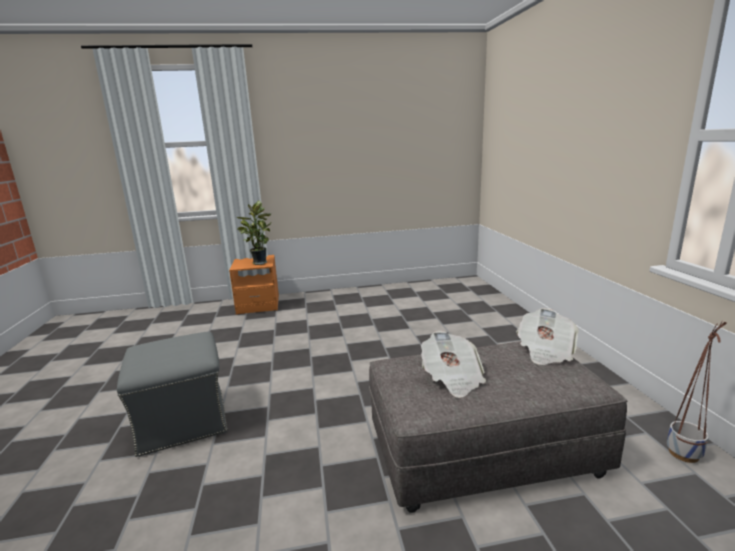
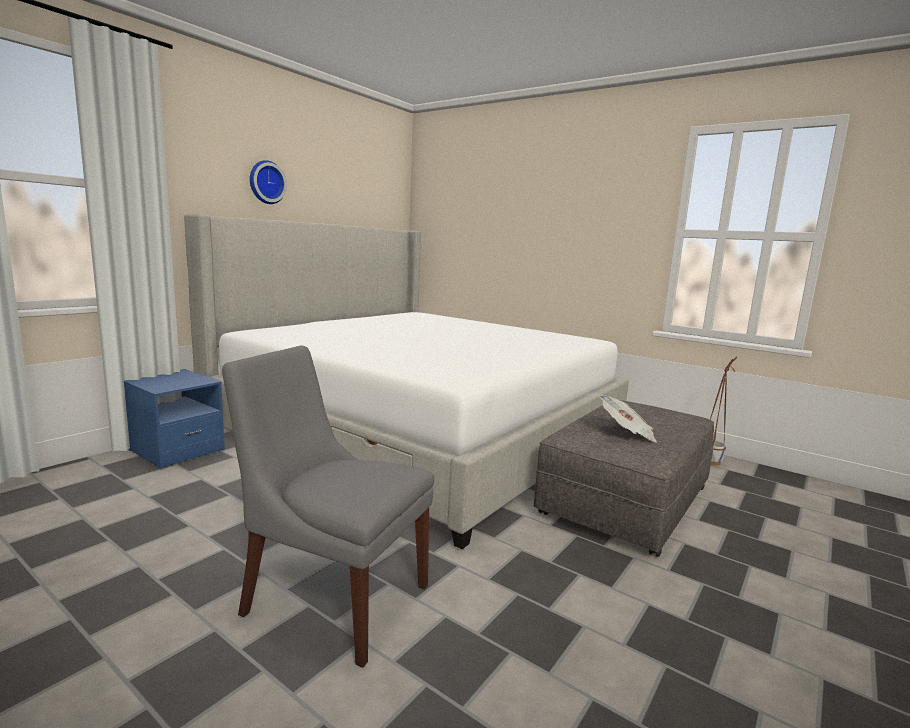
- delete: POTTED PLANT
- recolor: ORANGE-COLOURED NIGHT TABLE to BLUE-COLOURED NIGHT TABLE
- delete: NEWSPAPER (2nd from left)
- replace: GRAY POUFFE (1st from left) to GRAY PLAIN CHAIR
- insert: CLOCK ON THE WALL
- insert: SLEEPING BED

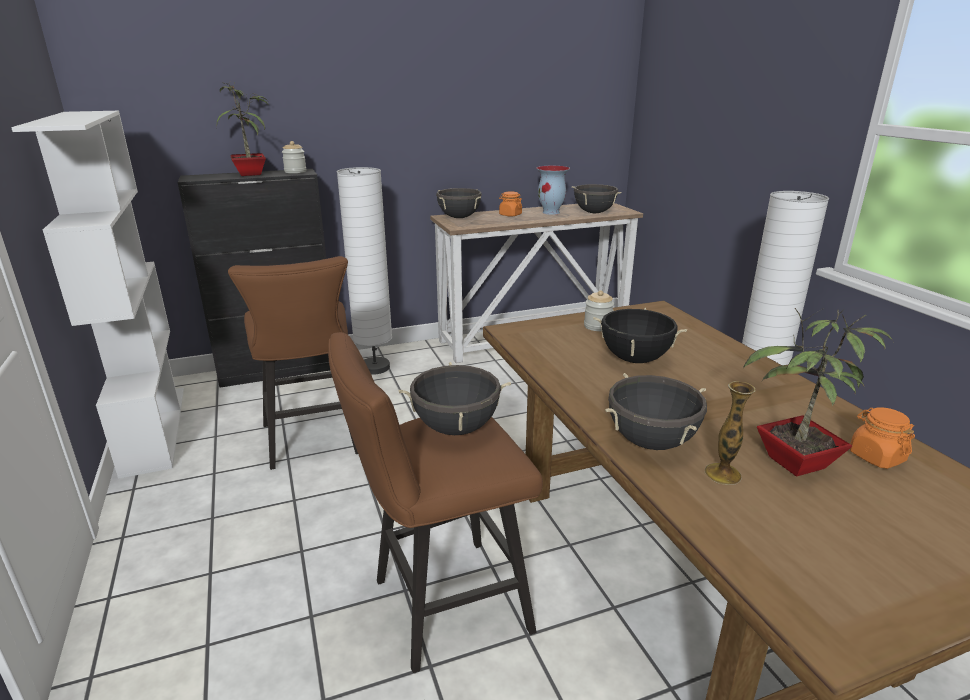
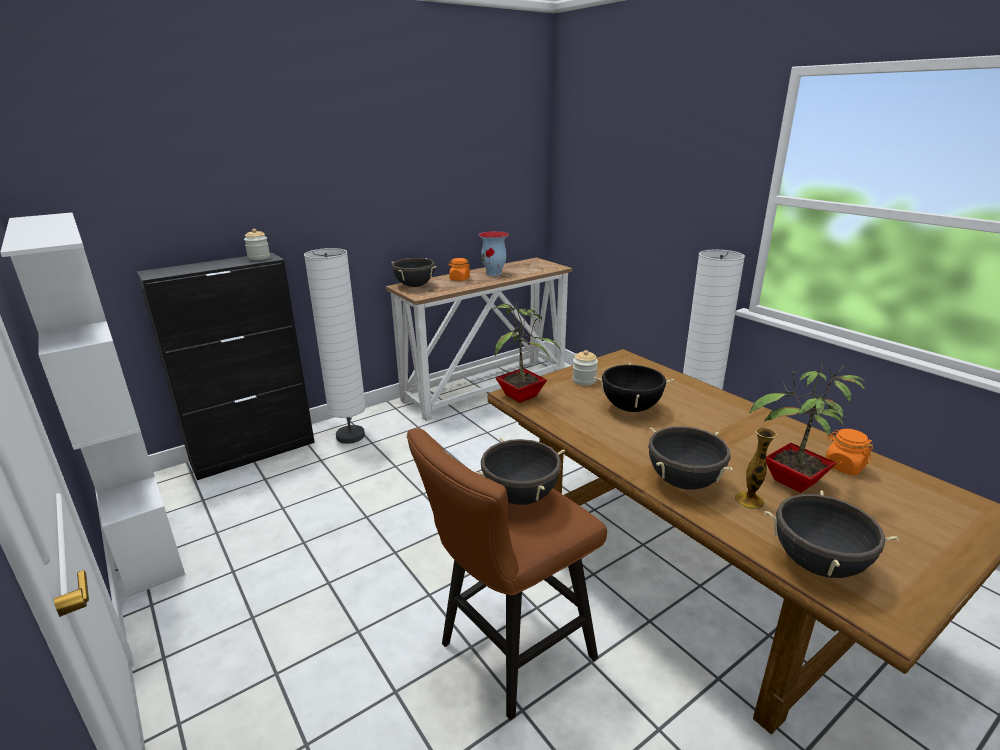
- move: POTTED PLANT (1st from left)
- move: BLACK-COLOURED COOKING POT (3rd from left in the first image) to BLACK-COLOURED COOKING POT (5th from left)
- delete: BROWN SITTING STOOL (1st from left)

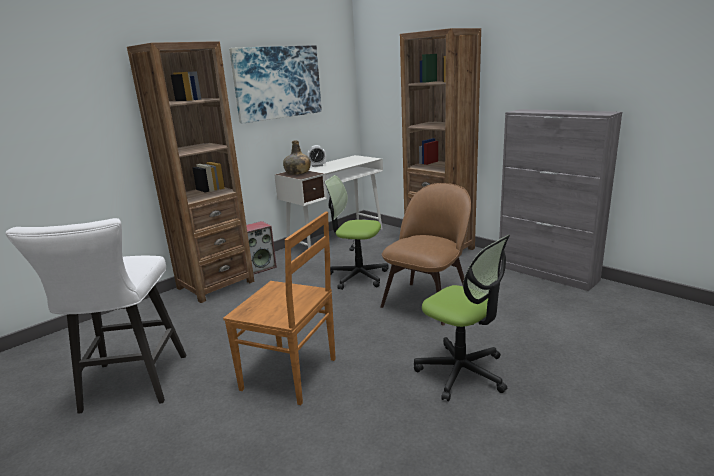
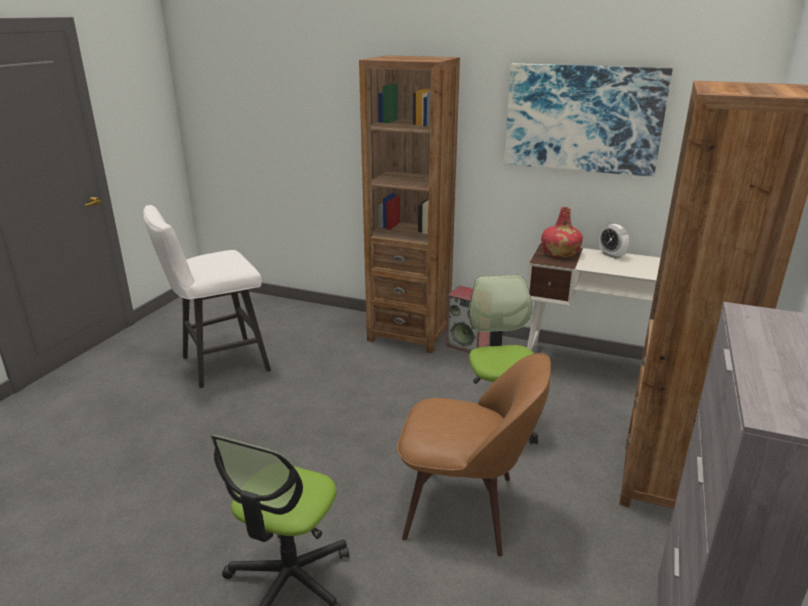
- recolor: GREEN BEVERAGE BOTTLE to RED-COLOURED BEVERAGE BOTTLE
- delete: BROWN PLAIN CHAIR (1st from left)

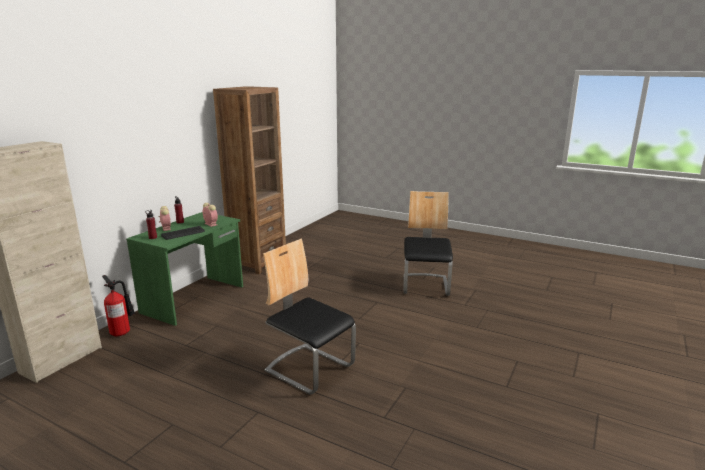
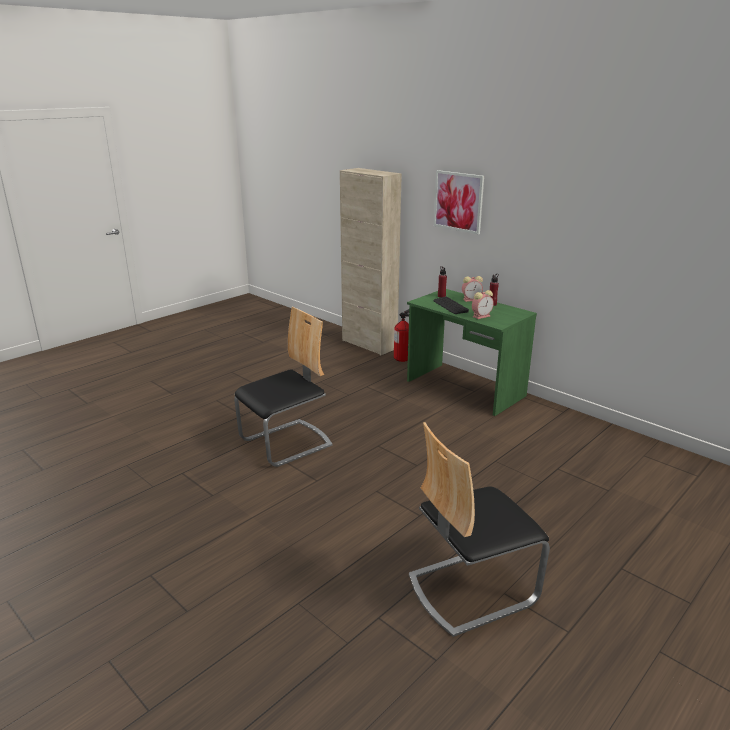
- delete: BROWN BOOKCASE
- rotate: PLAIN CHAIR (2nd from left) 135 degrees clockwise
- insert: WALL ART

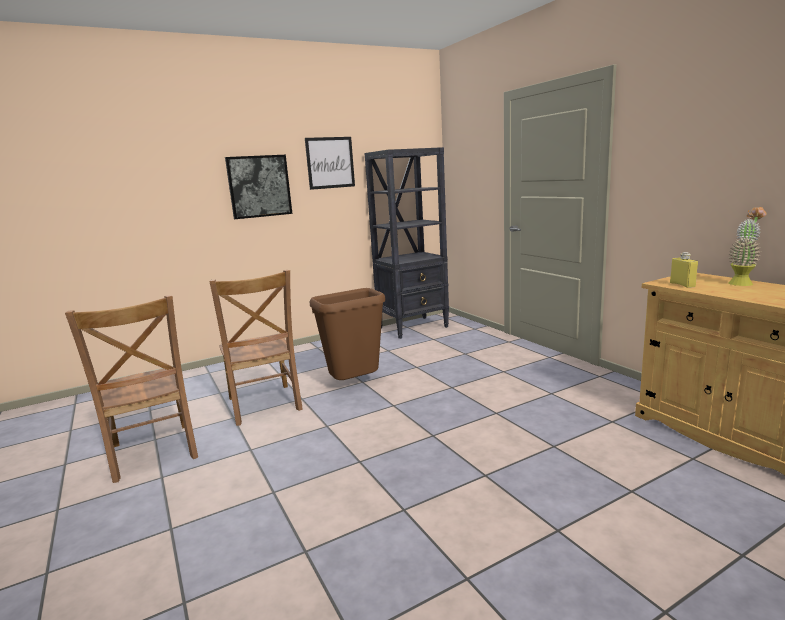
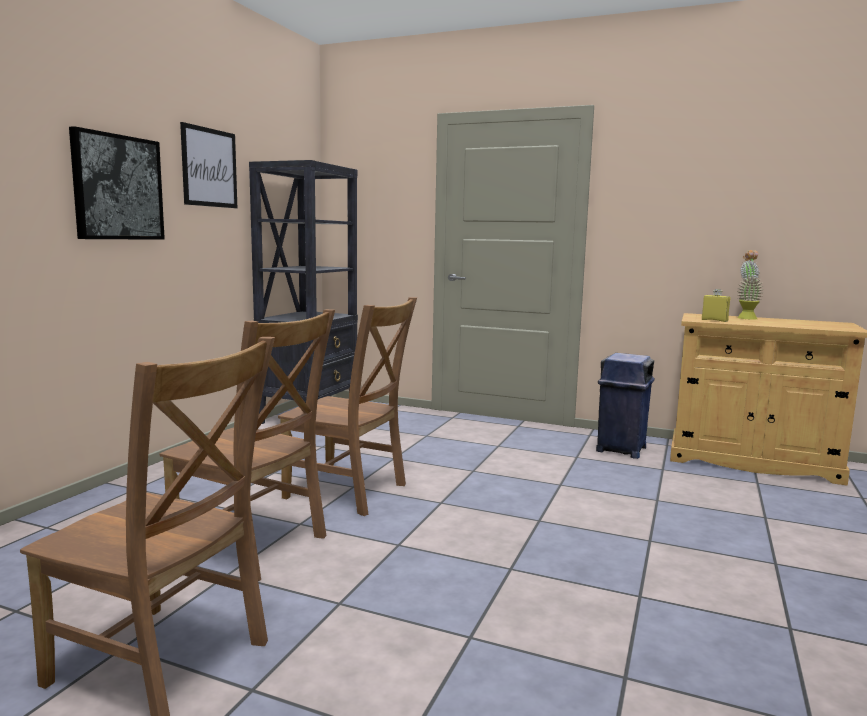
- replace: BROWN WASTE BIN to BROWN PLAIN CHAIR (3rd from left)
- insert: BLUE-COLOURED WASTE BIN

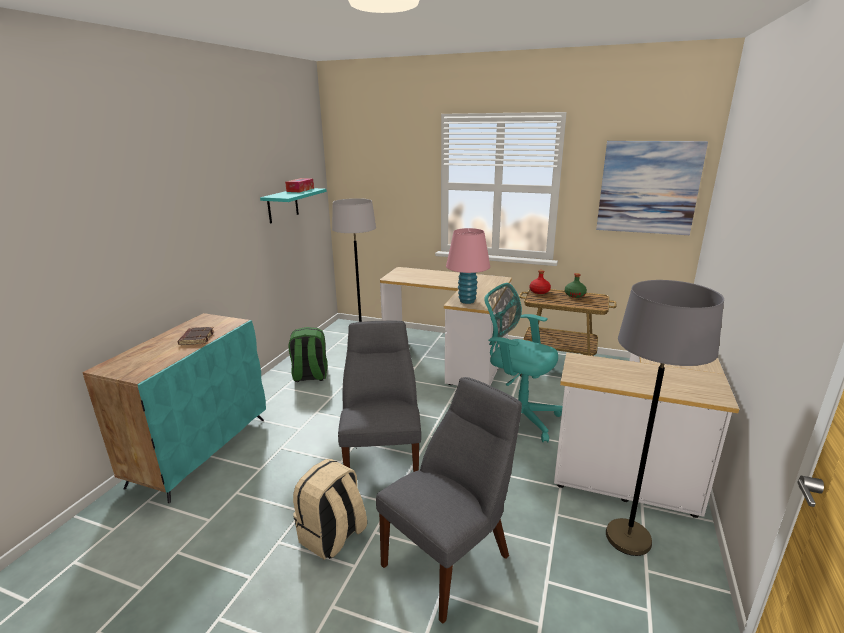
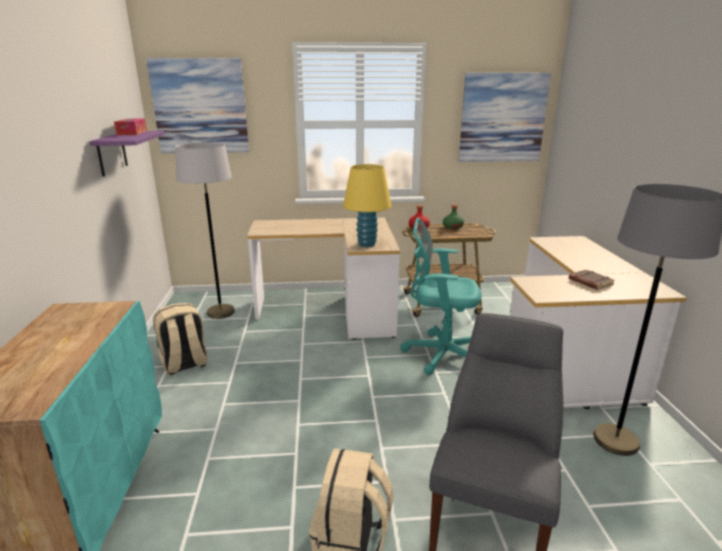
- recolor: TURQUOISE BRACKET SHELF to PURPLE BRACKET SHELF
- recolor: PINKISH TABLE LAMP to YELLOW-COLOURED TABLE LAMP
- delete: GRAY PLAIN CHAIR (1st from left)
- move: BROWN BOUND BOOK
- recolor: GREEN RUCKSACK to BEIGE RUCKSACK (1st from left)
- insert: WALL ART (1st from left)

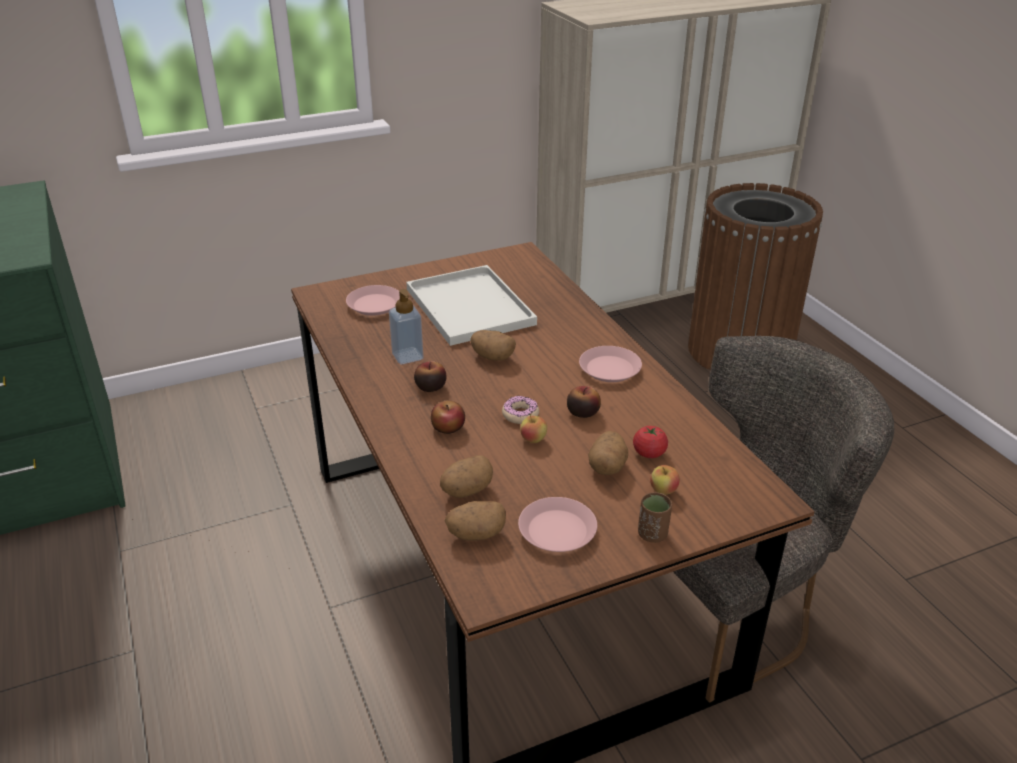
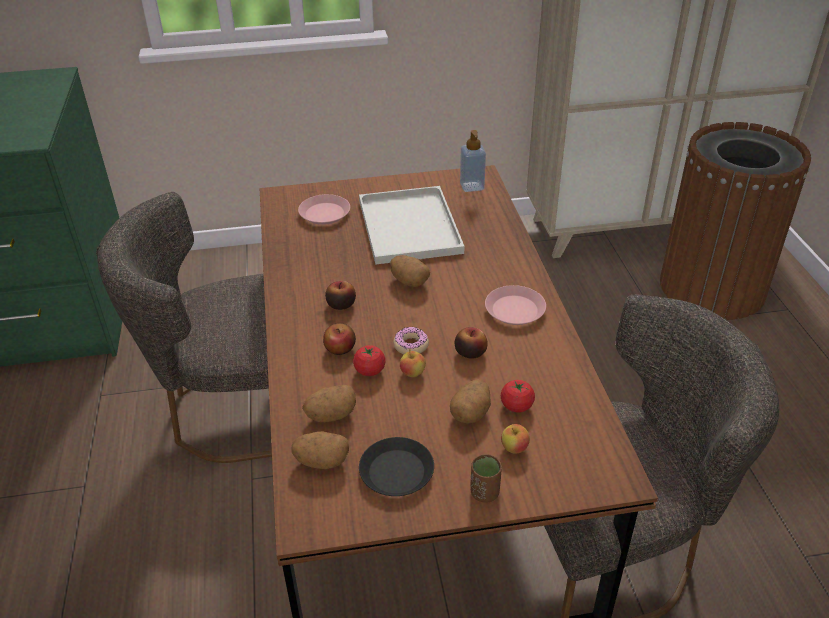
- move: LIQUID SOAP BOTTLE
- recolor: PINKISH PLATE (2nd from left) to BLACK-COLOURED PLATE
- insert: GRAY PLAIN CHAIR (1st from left)
- insert: TOMATO (1st from left)

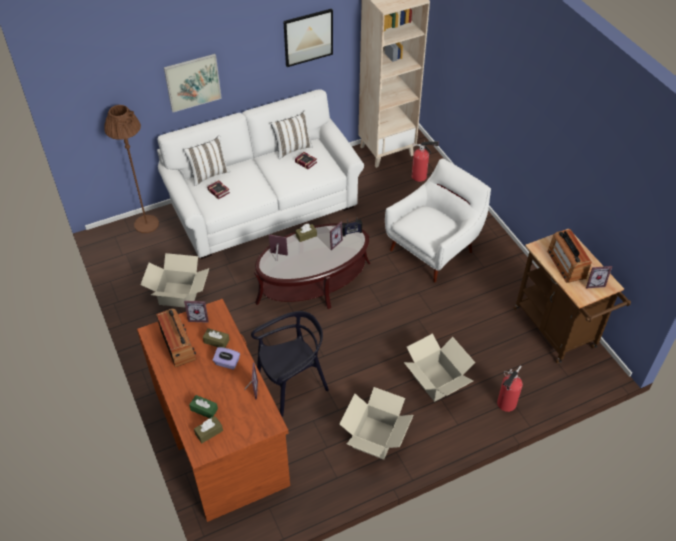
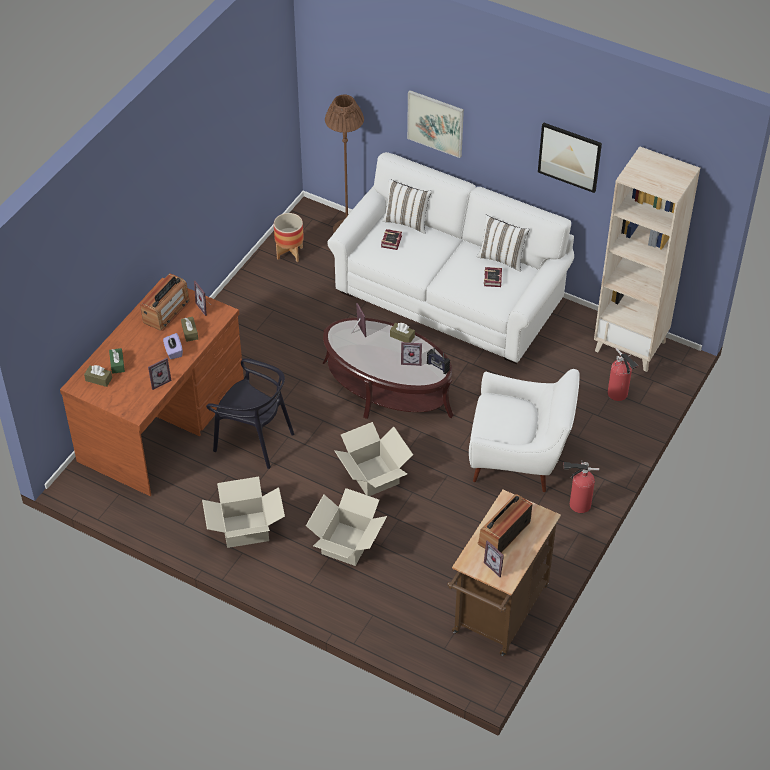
- move: CARDBOARD BOX (1st from left in the first image) to CARDBOARD BOX (3rd from left)
- move: FIRE EXTINGUISHER (2nd from left in the first image) to FIRE EXTINGUISHER (1st from left)
- insert: FLOWER POT

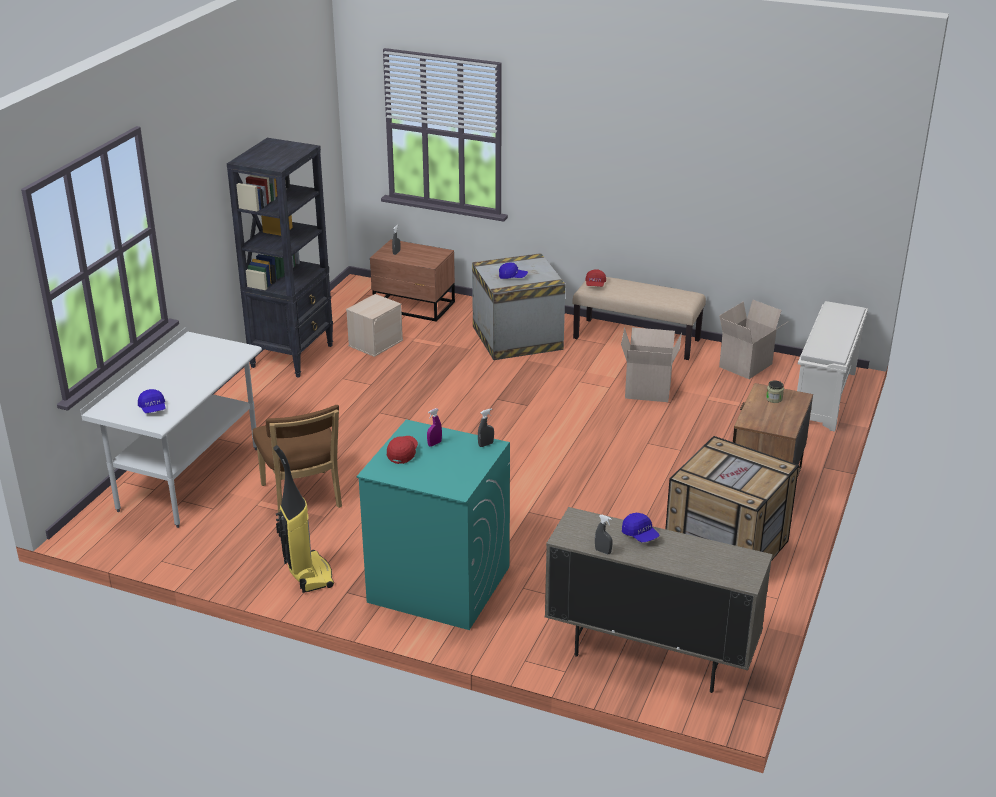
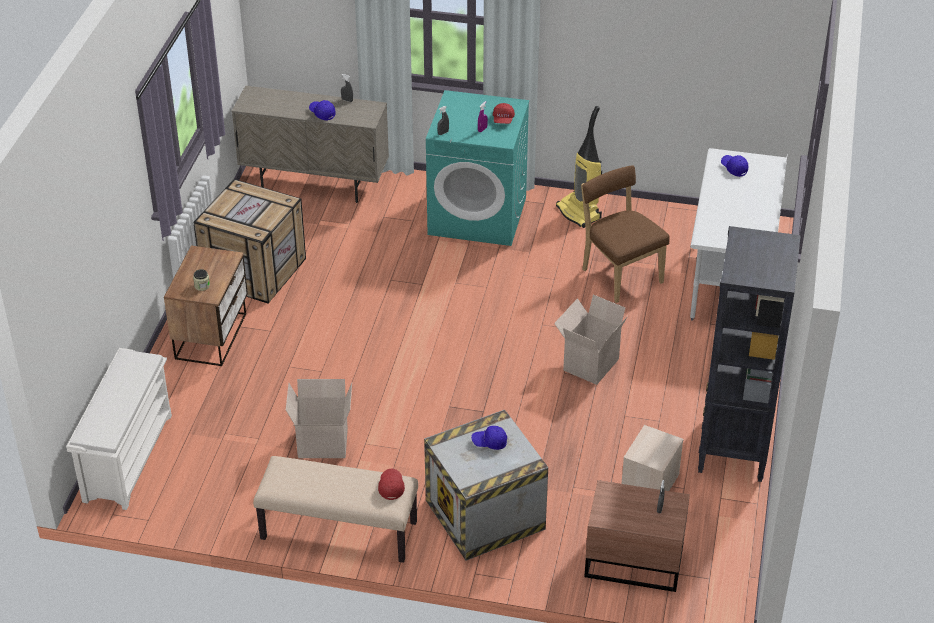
- move: CARDBOARD BOX (2nd from left)

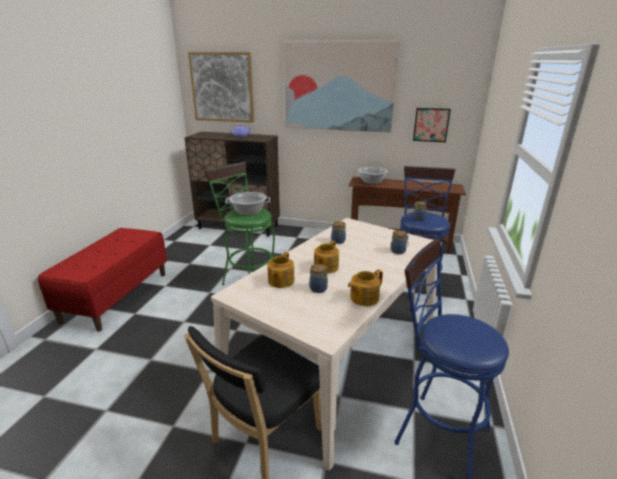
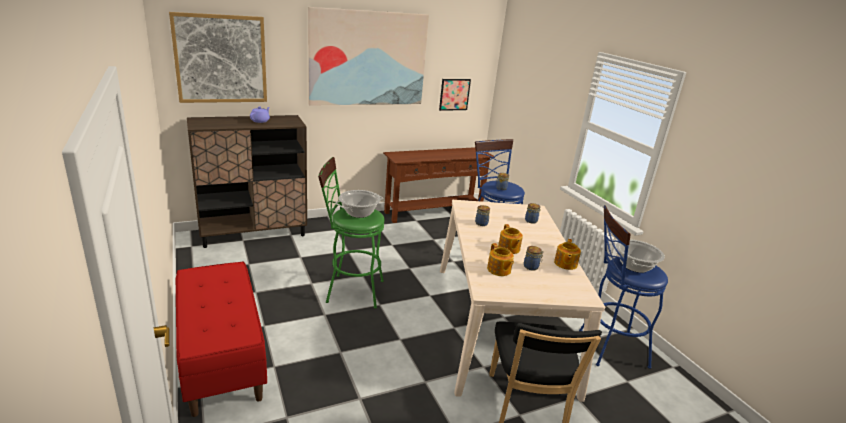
- move: COOKING POT (2nd from left)

